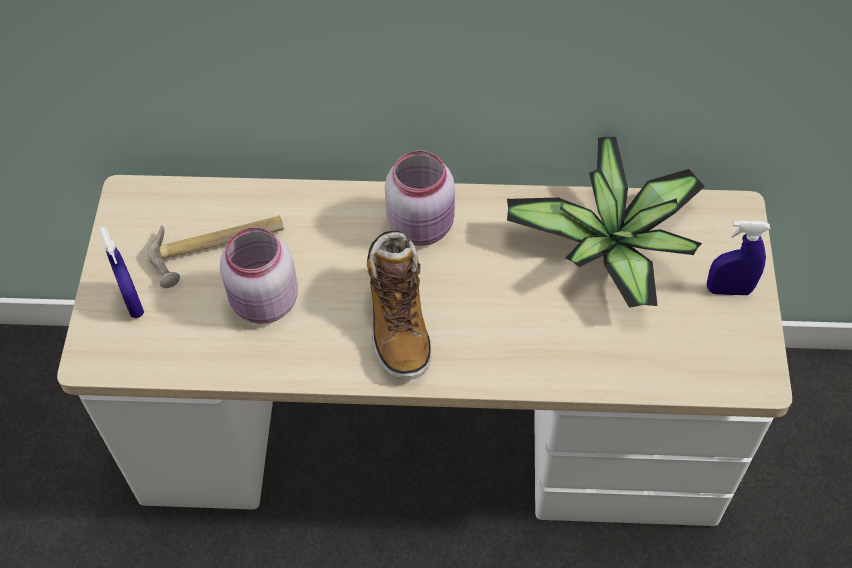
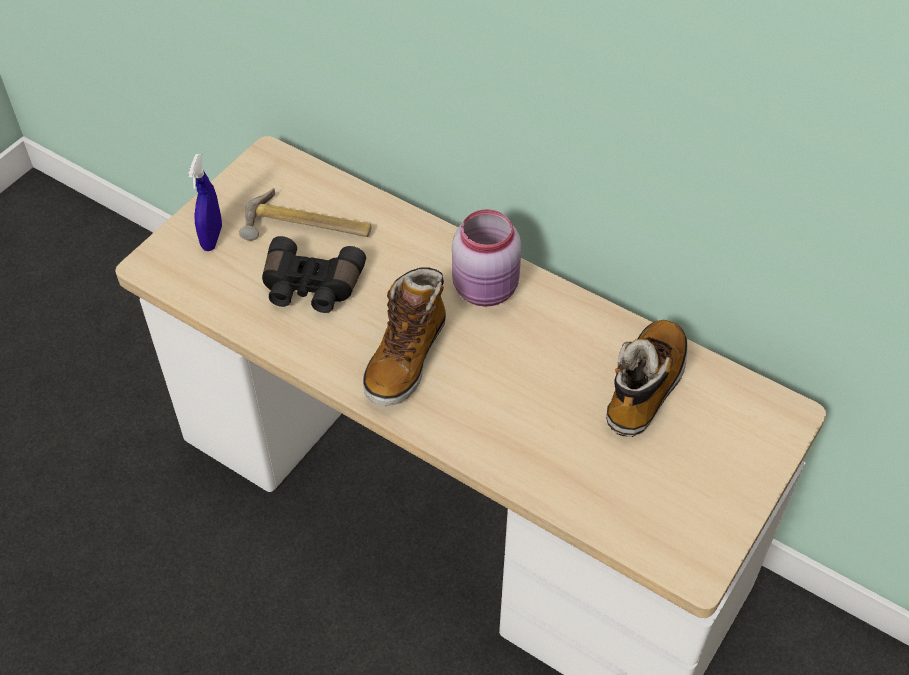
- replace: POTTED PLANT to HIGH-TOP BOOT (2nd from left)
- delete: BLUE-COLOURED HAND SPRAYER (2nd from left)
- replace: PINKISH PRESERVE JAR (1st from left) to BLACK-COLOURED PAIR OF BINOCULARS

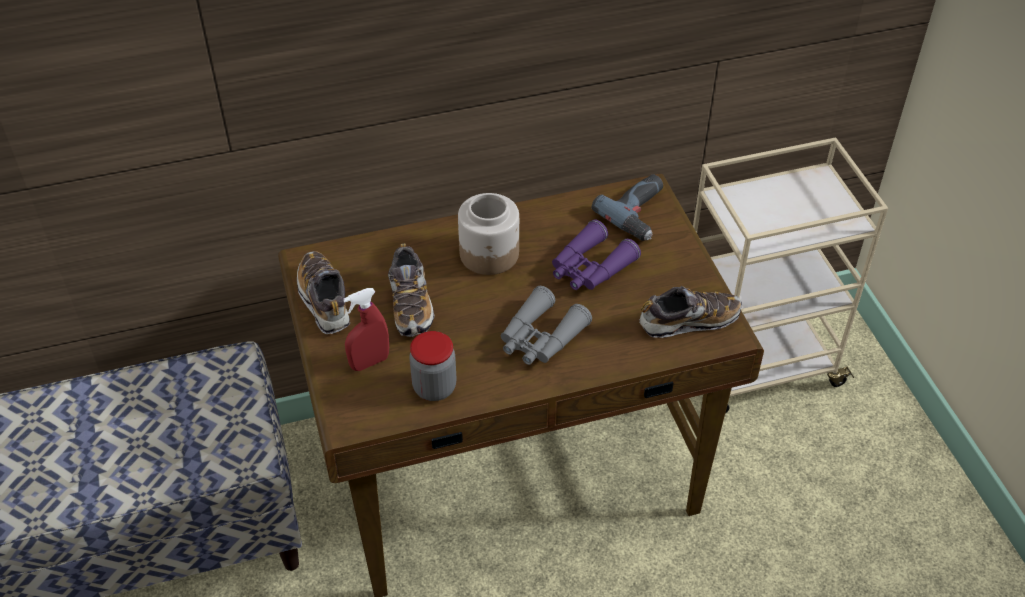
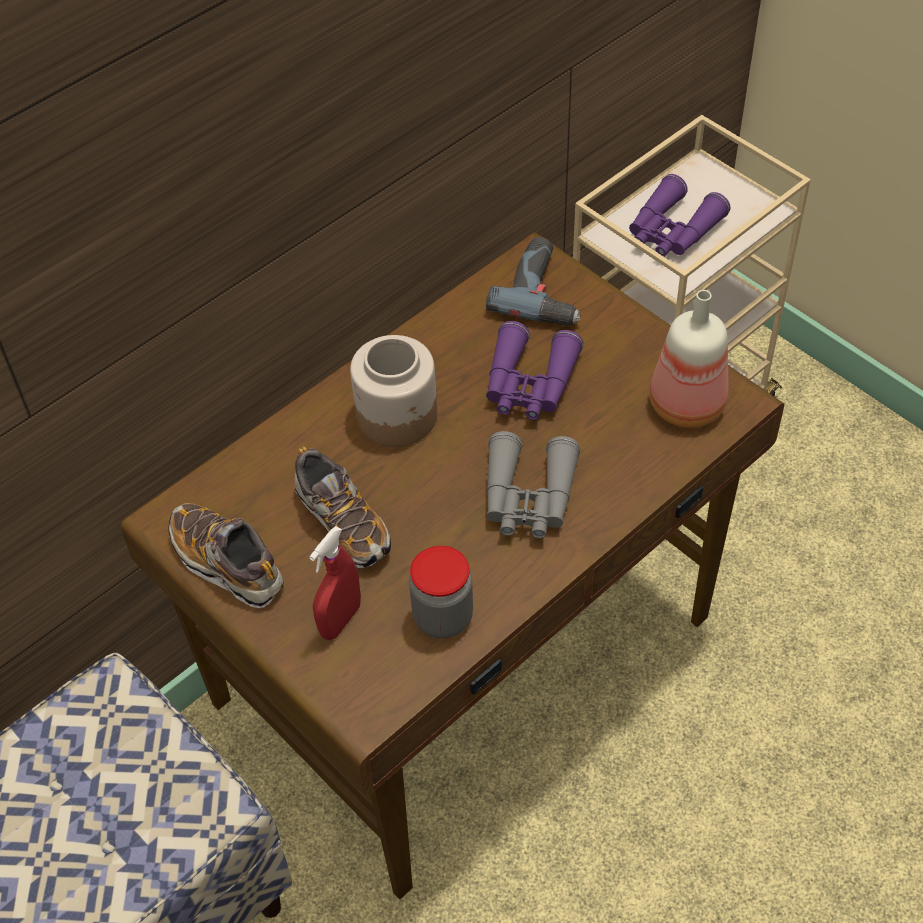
- replace: SHOE (3rd from left) to BEVERAGE BOTTLE
- insert: PURPLE PAIR OF BINOCULARS (2nd from left)

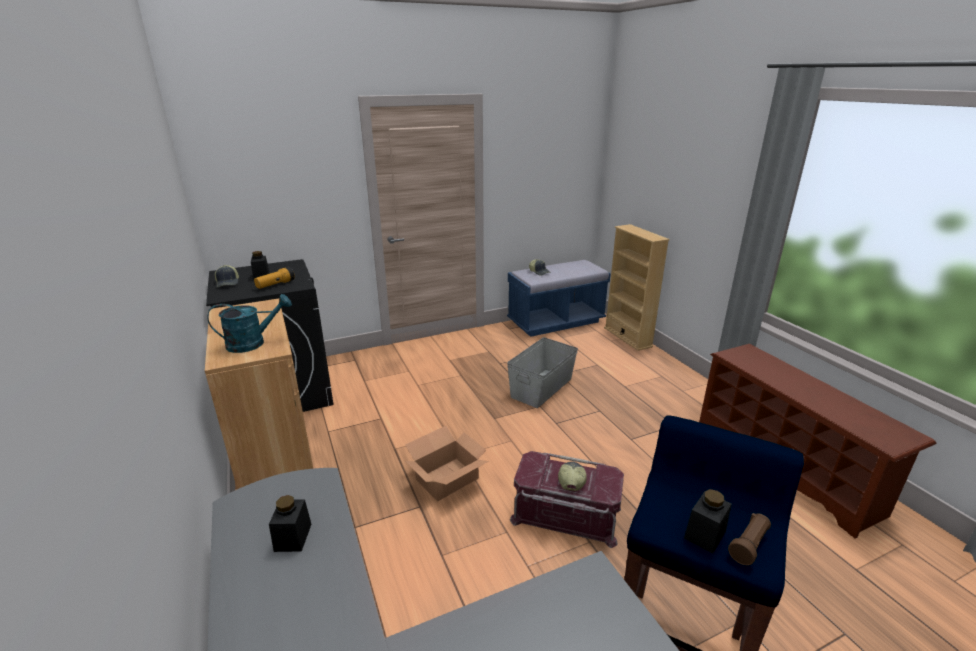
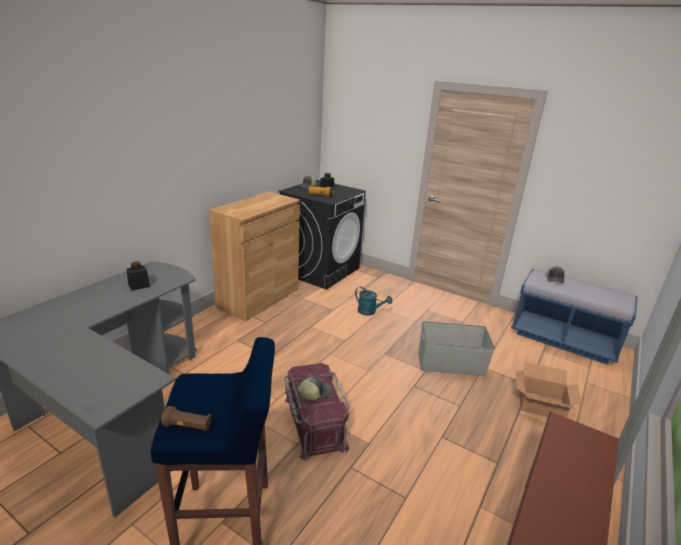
- delete: BEIGE BOOKCASE
- move: TURQUOISE WATERING CAN
- move: CARDBOARD BOX
- delete: BLACK-COLOURED PRESERVE JAR (3rd from left)

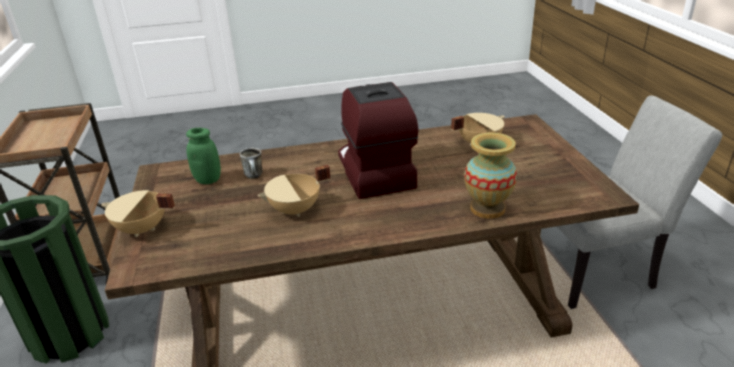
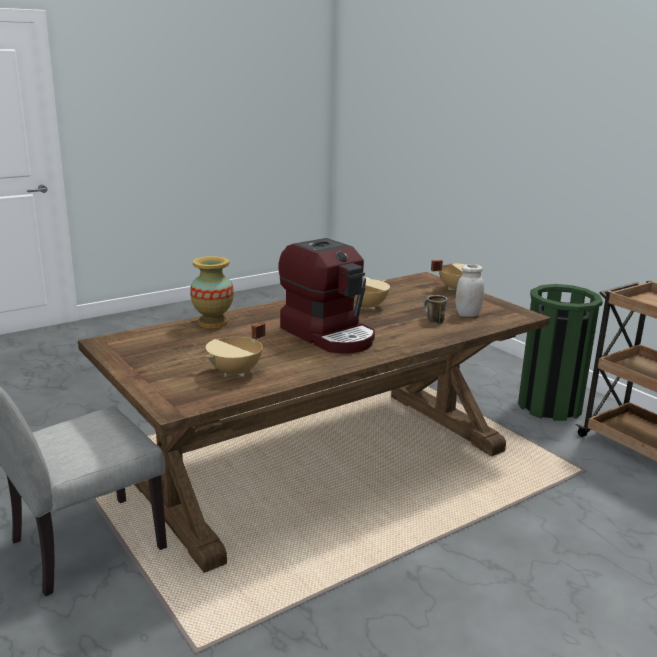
- recolor: GREEN PRESERVE JAR to WHITISH PRESERVE JAR

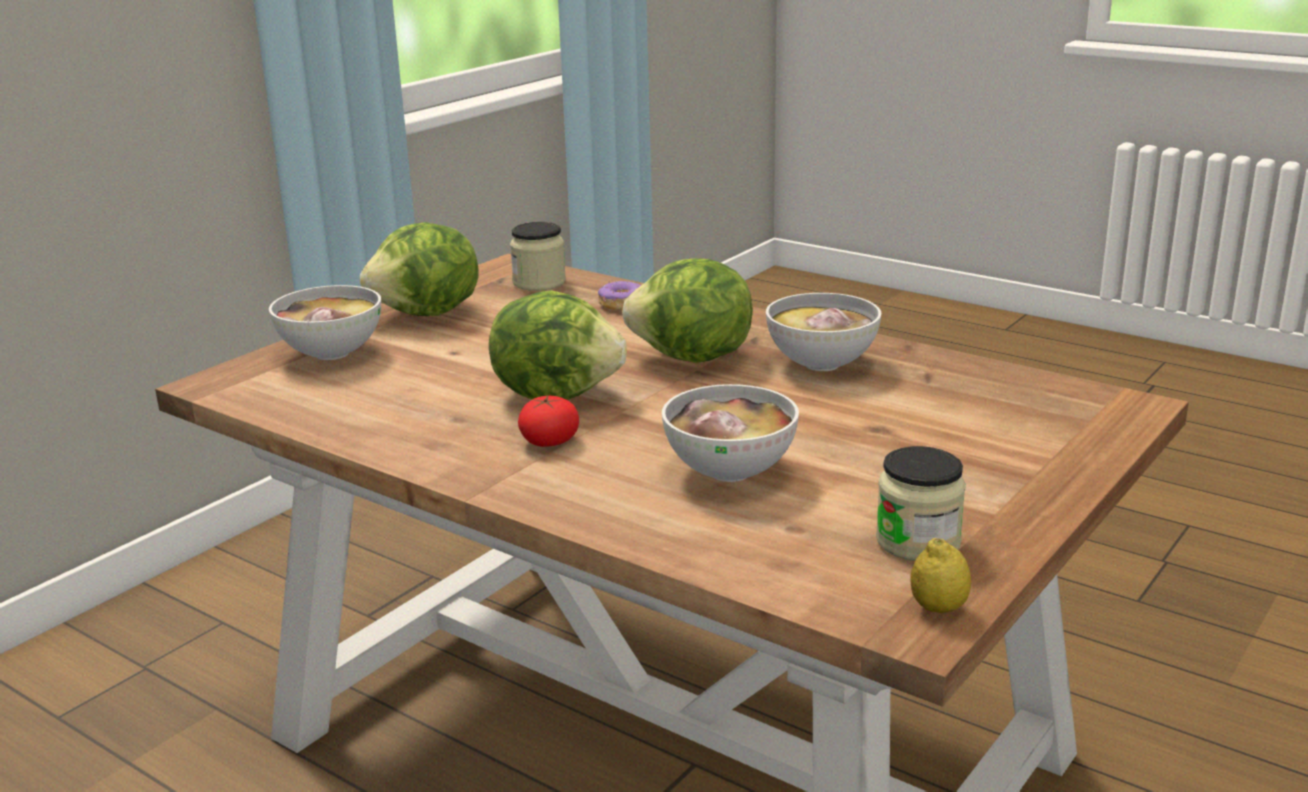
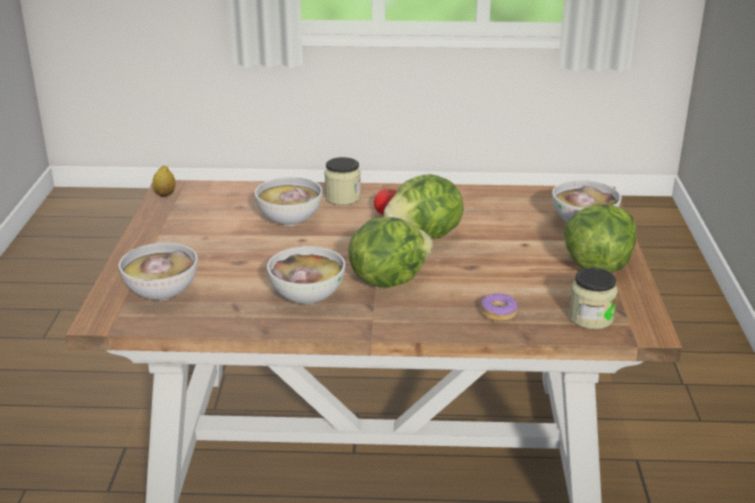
- move: PRESERVE JAR (2nd from left in the first image) to PRESERVE JAR (1st from left)
- insert: SERVING BOWL (1st from left)

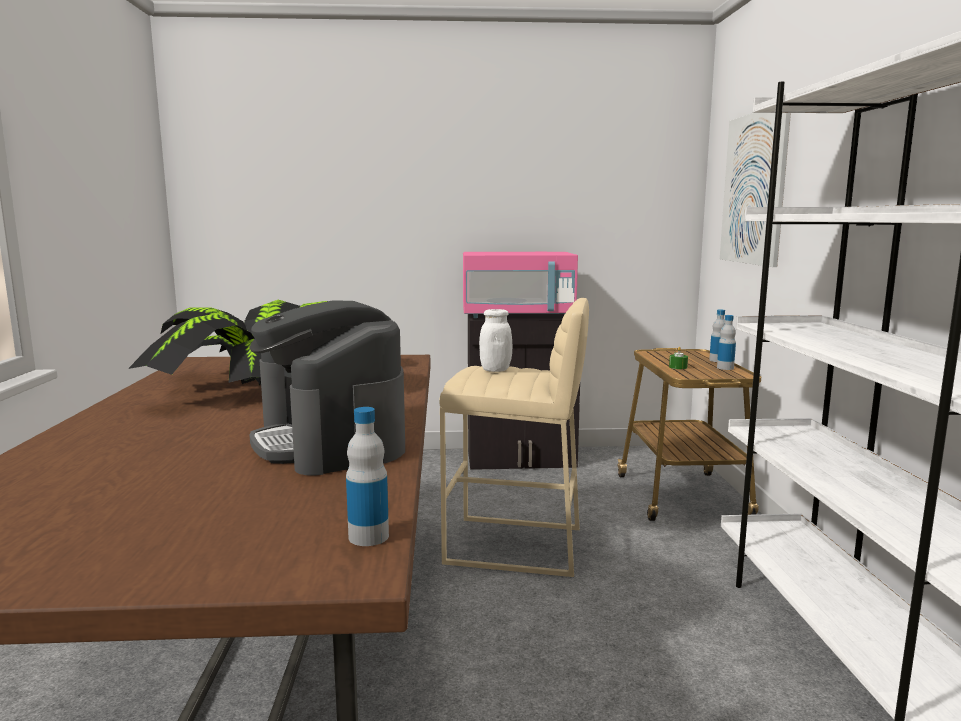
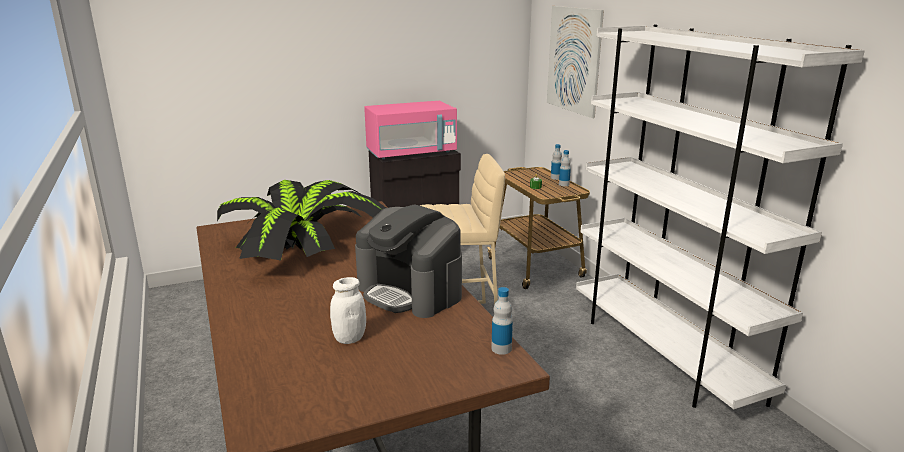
- move: WHITISH PRESERVE JAR

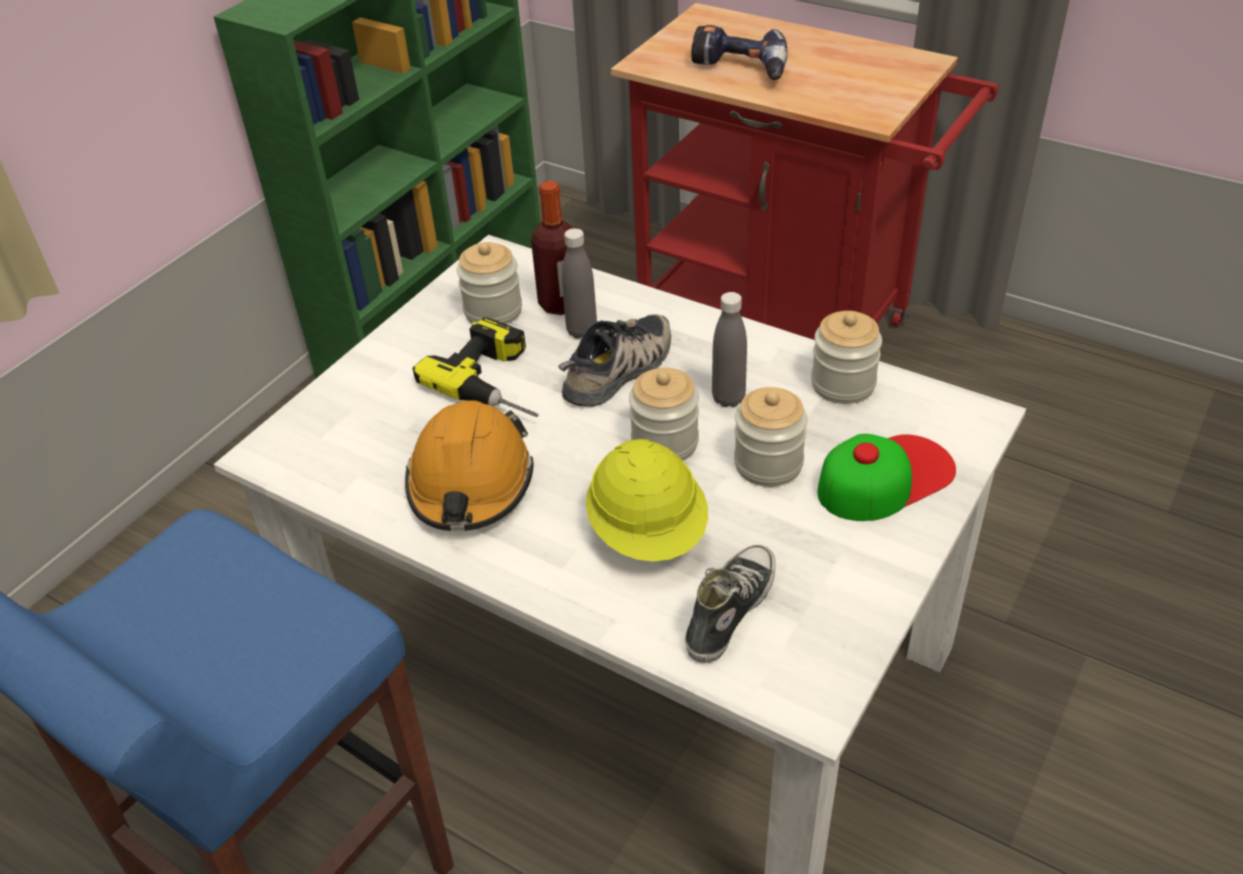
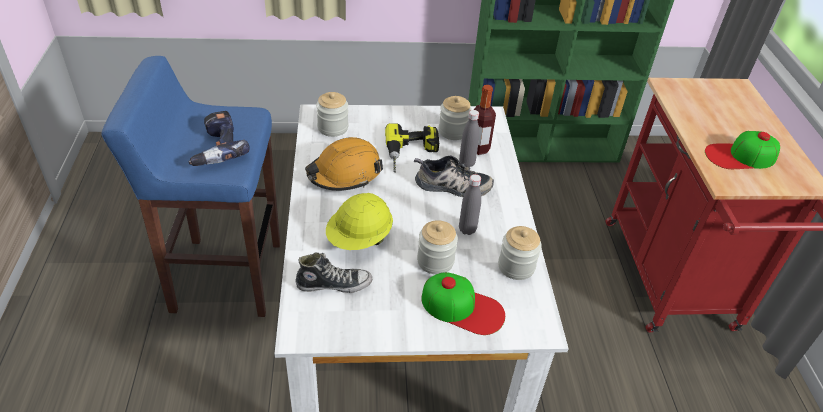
- move: POWER DRILL (2nd from left in the first image) to POWER DRILL (1st from left)
- move: PRESERVE JAR (2nd from left in the first image) to PRESERVE JAR (1st from left)
- insert: BASEBALL CAP (2nd from left)

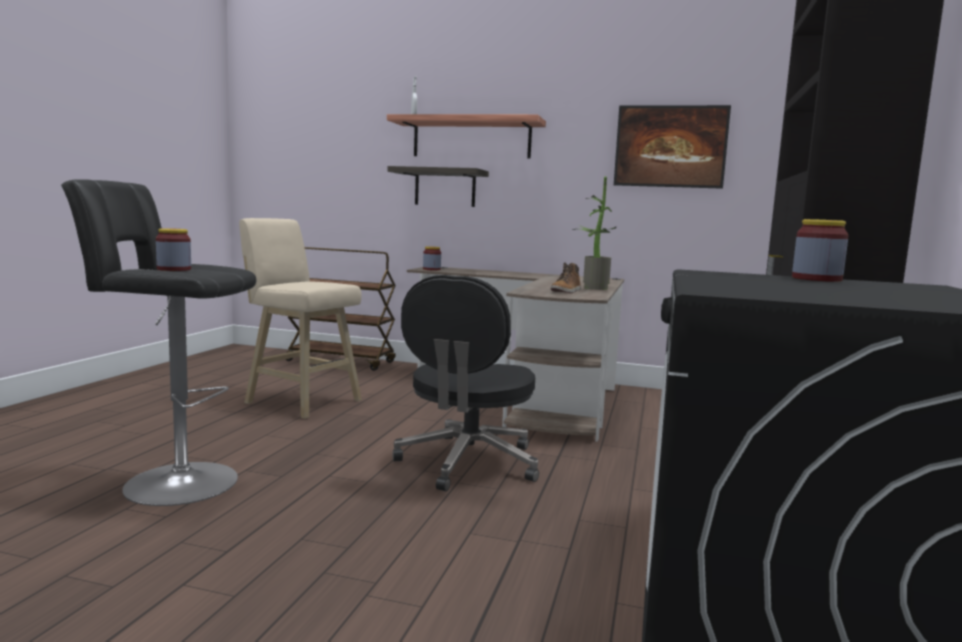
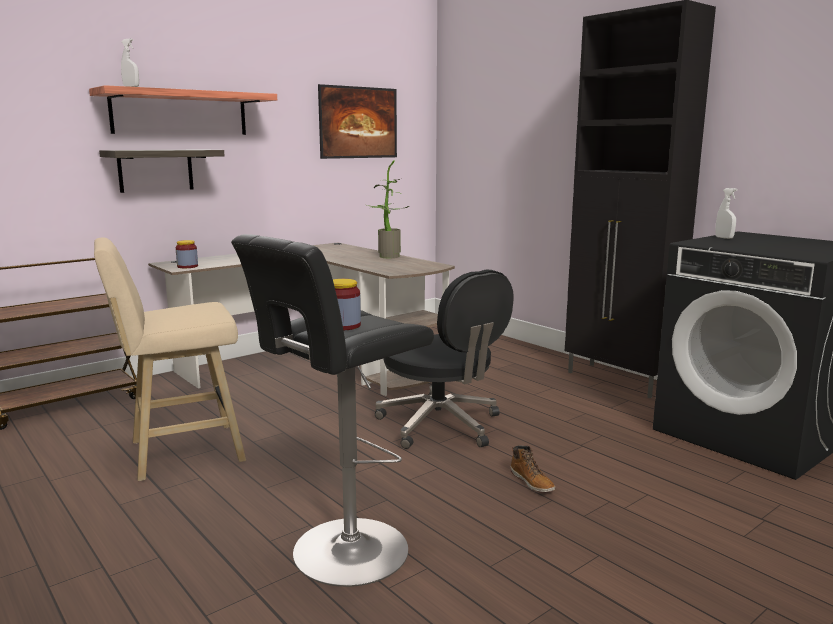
- replace: PRESERVE JAR (3rd from left) to WHITISH HAND SPRAYER (2nd from left)
- move: HIGH-TOP BOOT

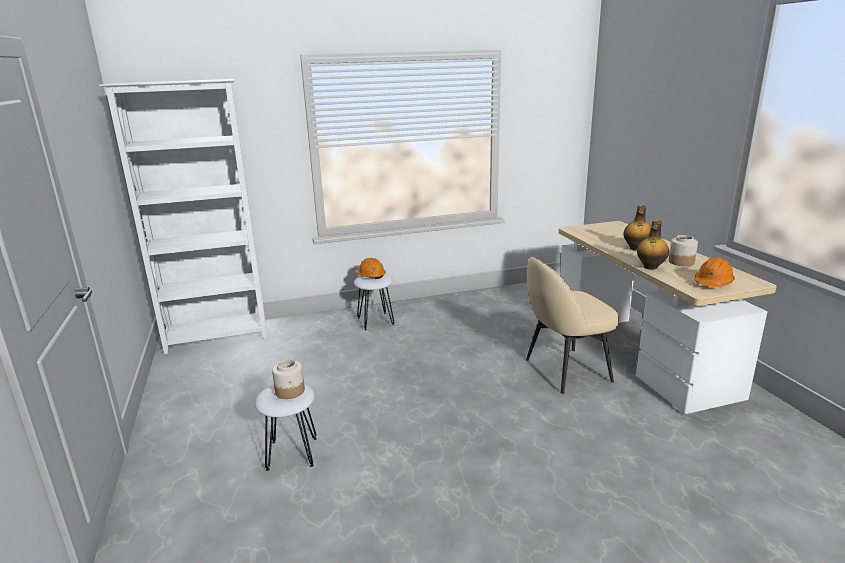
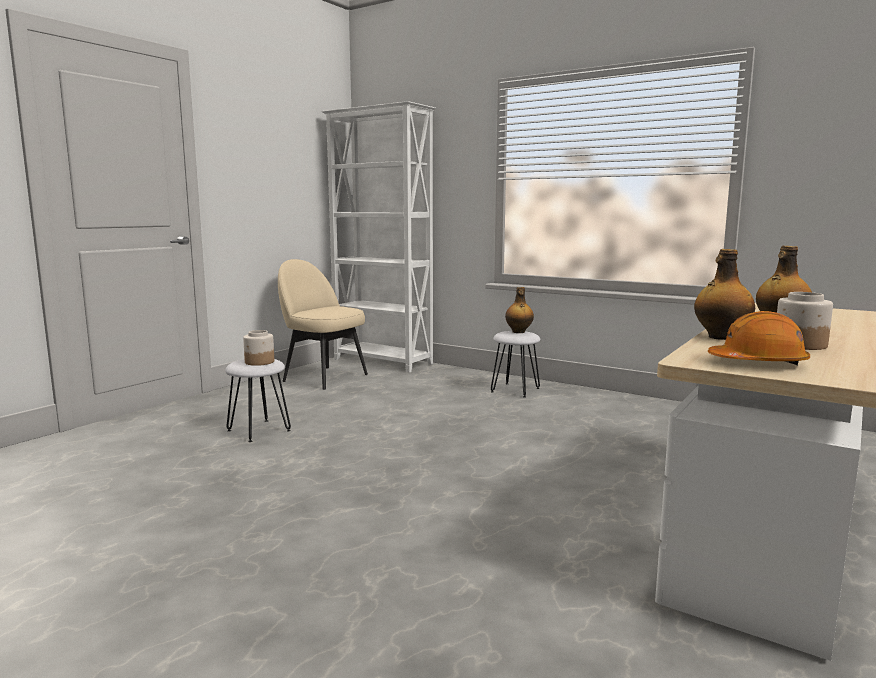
- move: BEIGE PLAIN CHAIR
- replace: ORANGE-COLOURED HARD HAT (1st from left) to BEVERAGE BOTTLE (1st from left)

